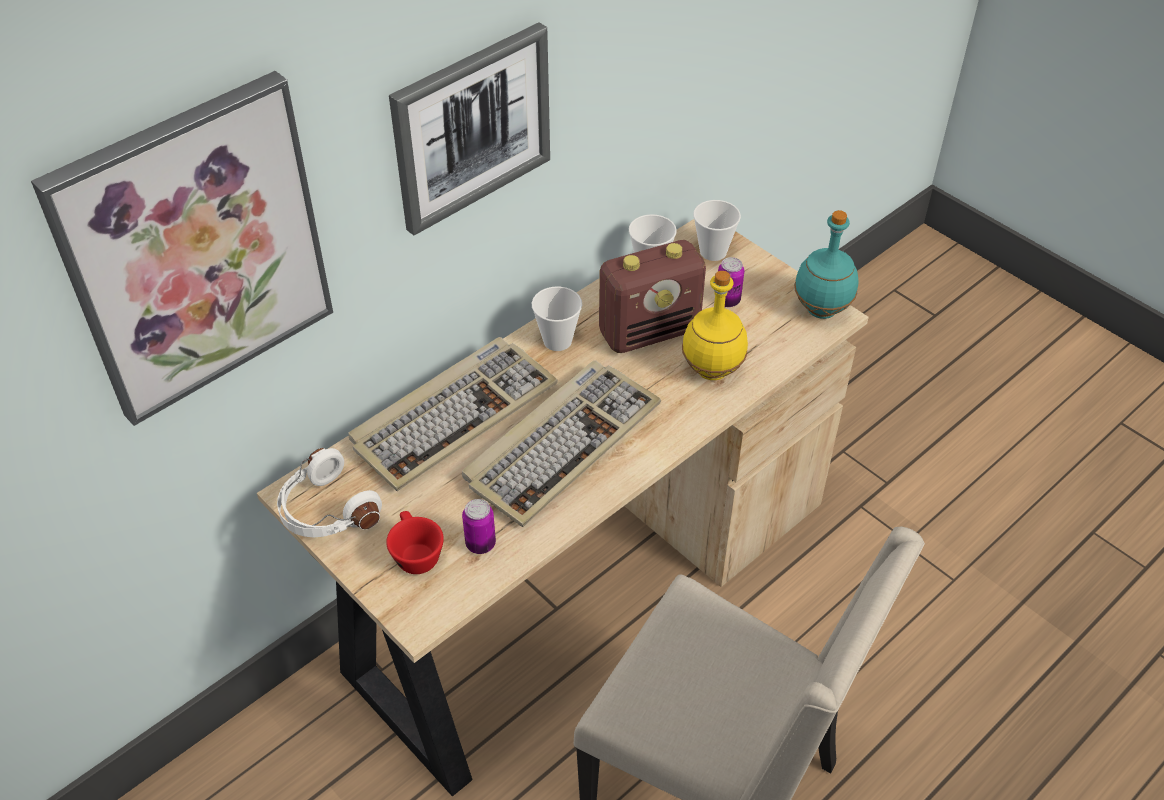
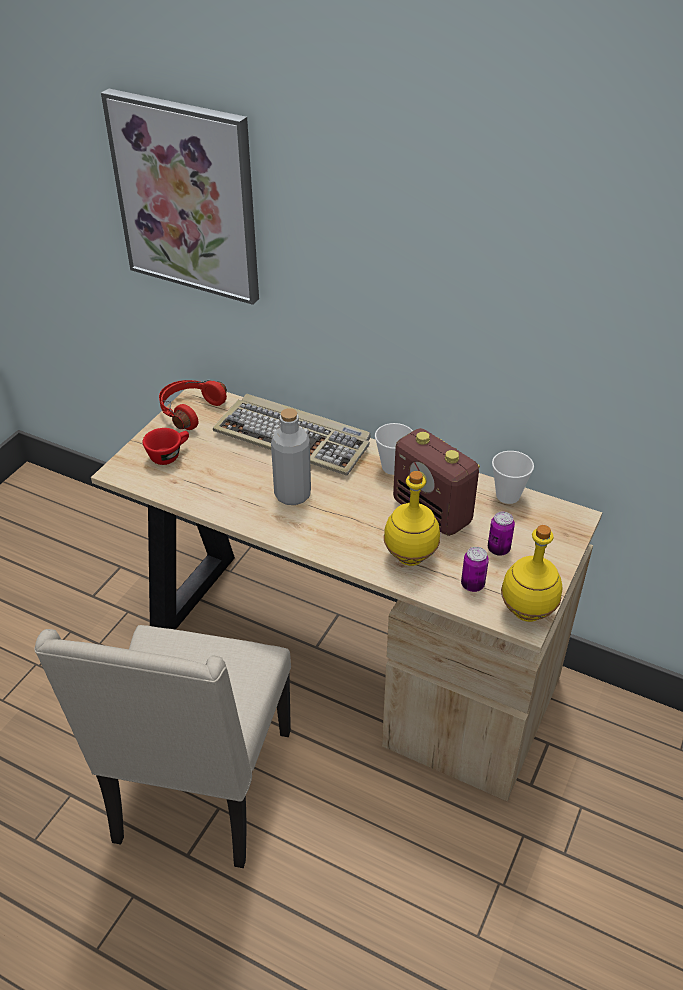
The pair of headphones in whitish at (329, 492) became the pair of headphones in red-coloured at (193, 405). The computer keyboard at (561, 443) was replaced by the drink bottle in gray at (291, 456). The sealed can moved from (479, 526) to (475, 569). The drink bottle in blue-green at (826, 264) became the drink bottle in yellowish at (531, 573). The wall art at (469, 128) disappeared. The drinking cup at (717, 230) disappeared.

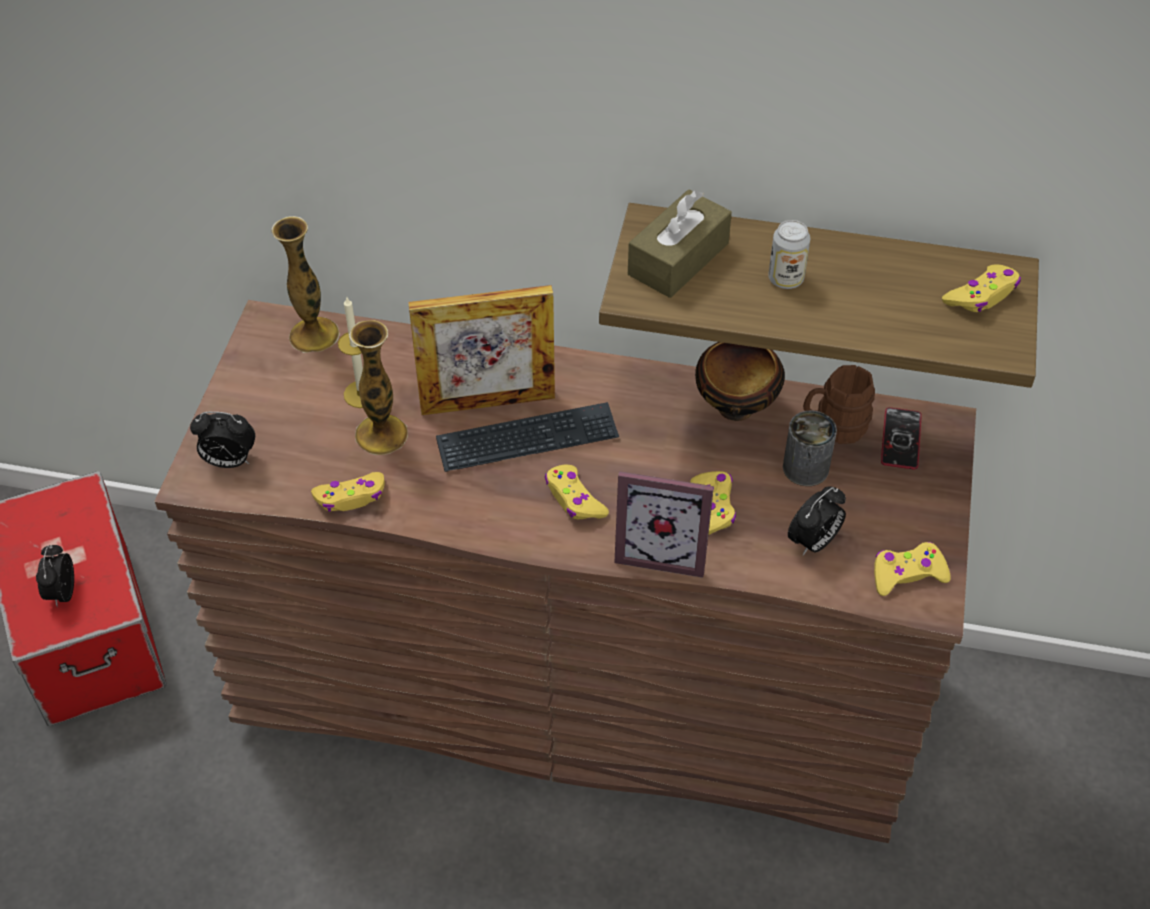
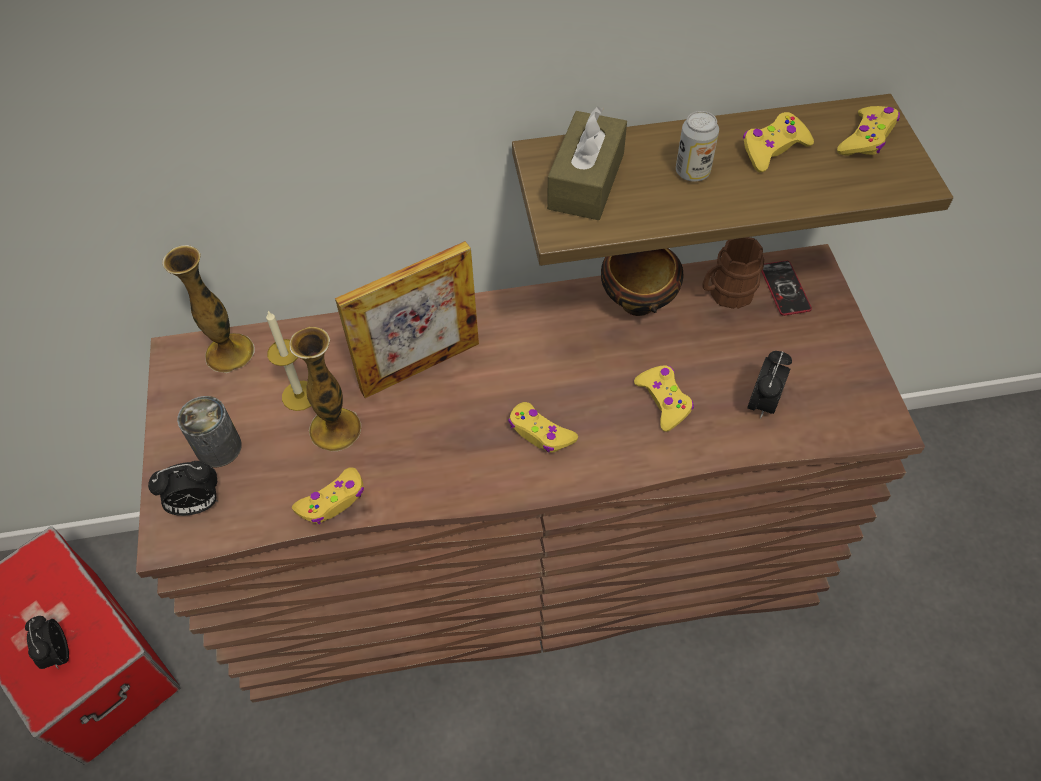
The sealed can moved from (810, 448) to (209, 432). The game controller in yellowish moved from (912, 569) to (778, 142). The computer keyboard at (527, 437) disappeared. The photo frame at (664, 524) disappeared.

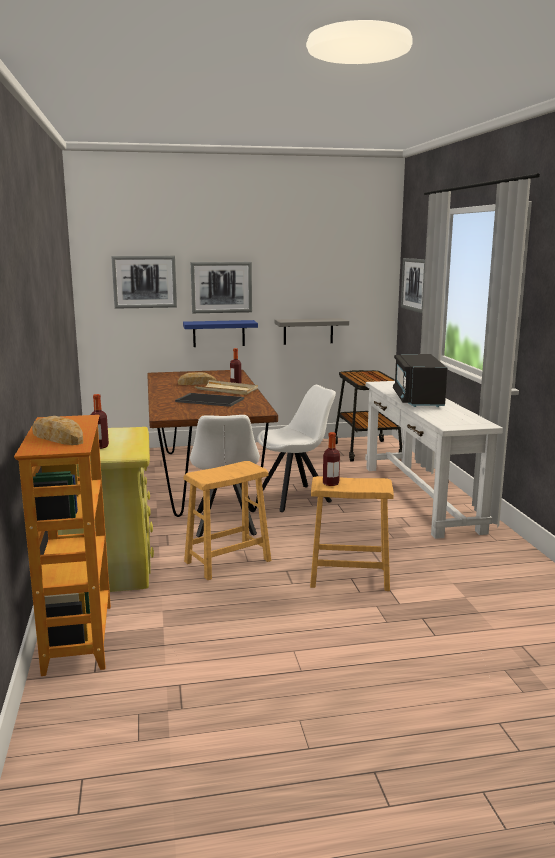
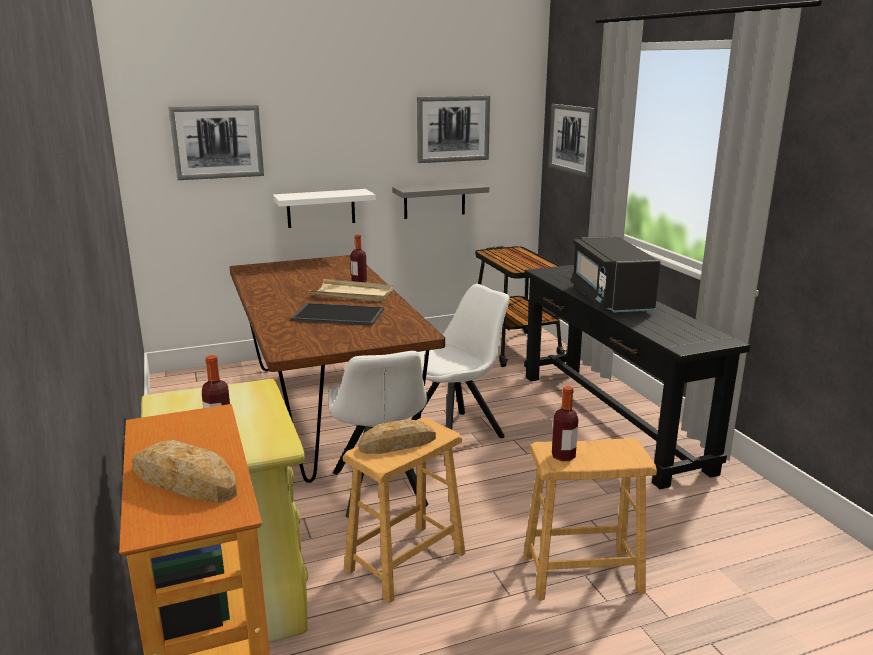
The shelf in bluish at (220, 333) became the shelf in whitish at (324, 208). The baked bread moved from (197, 378) to (397, 436). The wall art moved from (221, 287) to (453, 129). The console table in whitish at (434, 460) became the console table in black at (637, 377).

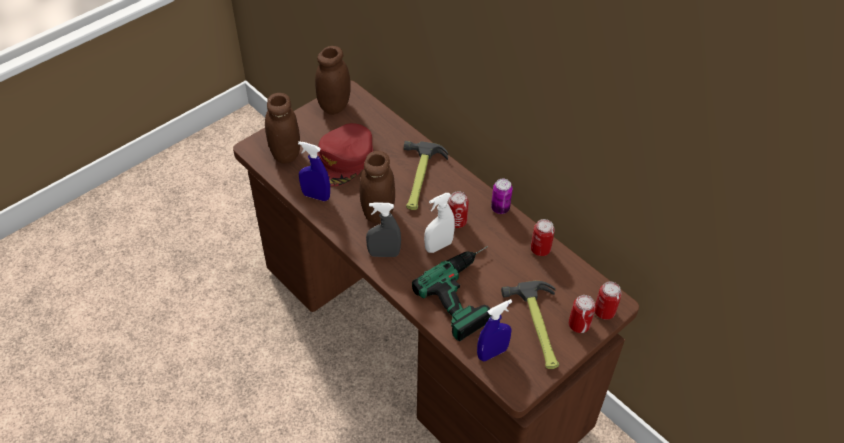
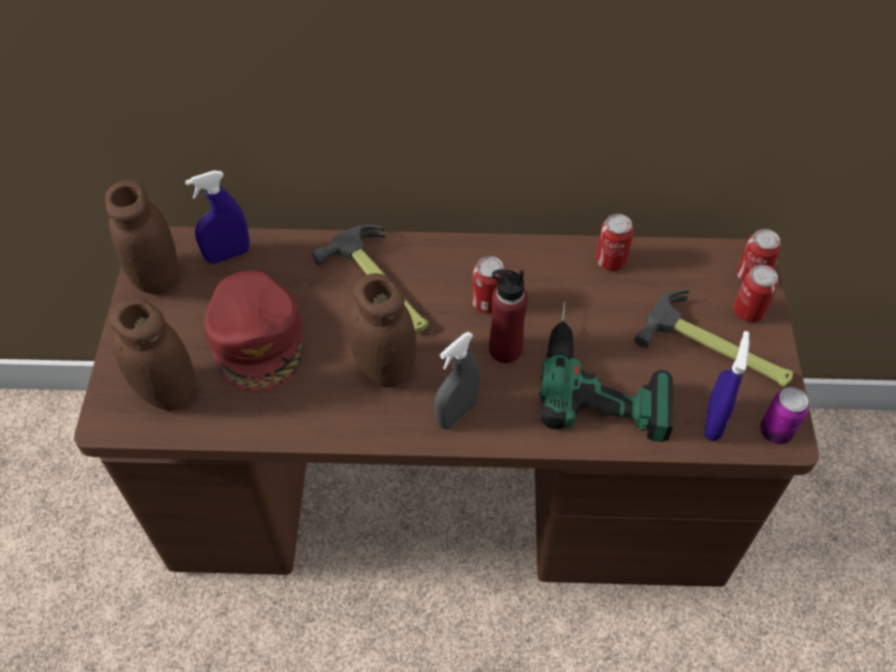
The sprayer in bluish moved from (314, 171) to (217, 217). The sprayer in whitish at (439, 223) was replaced by the drink bottle in red-coloured at (508, 316). The sealed can moved from (502, 196) to (784, 415).

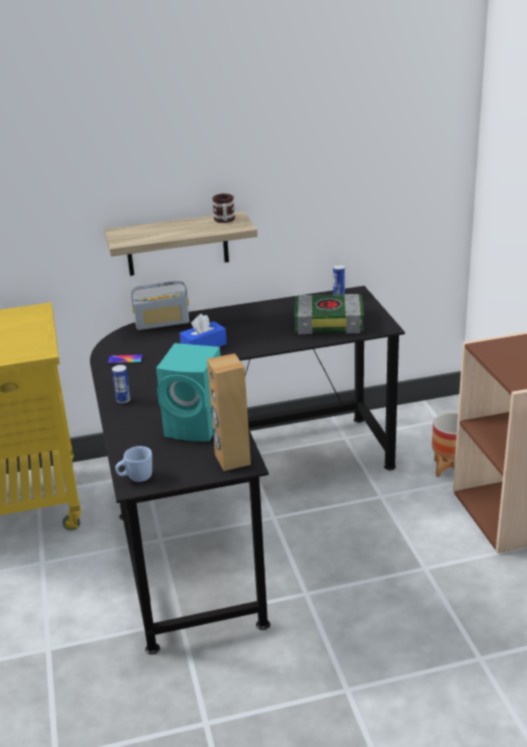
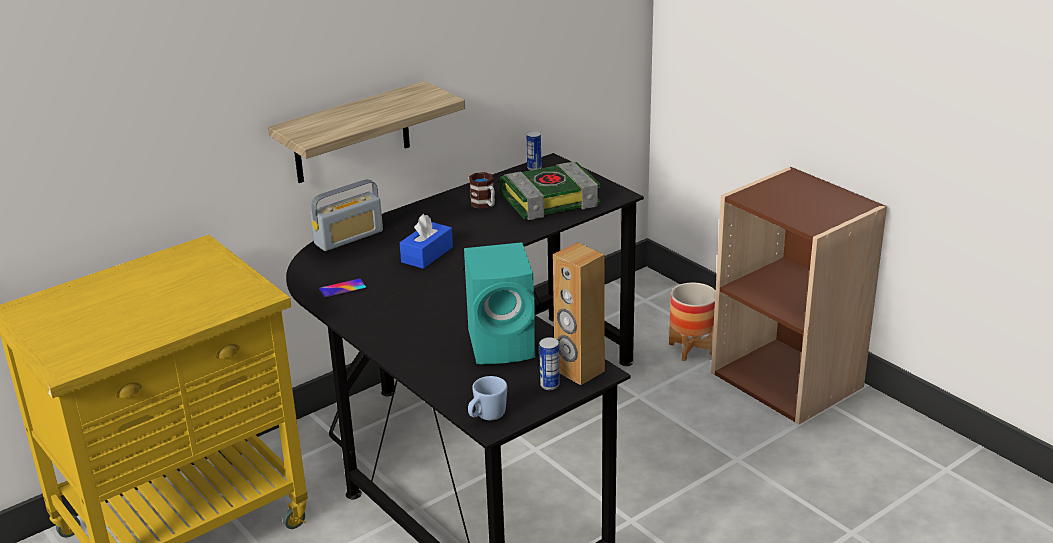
The mug moved from (223, 208) to (482, 190). The sealed can moved from (121, 384) to (549, 363).

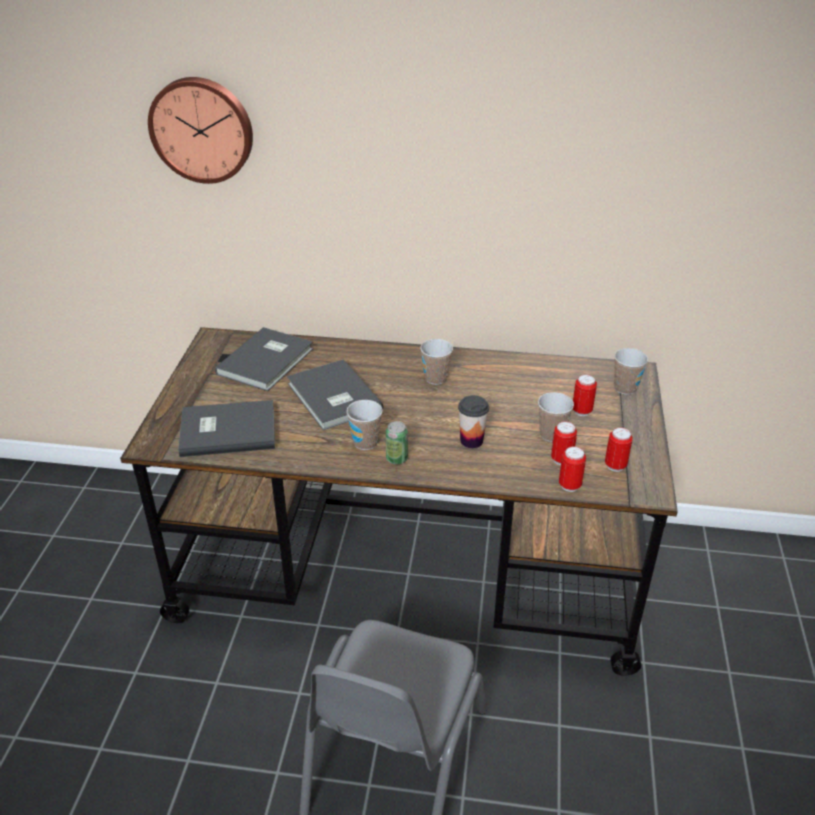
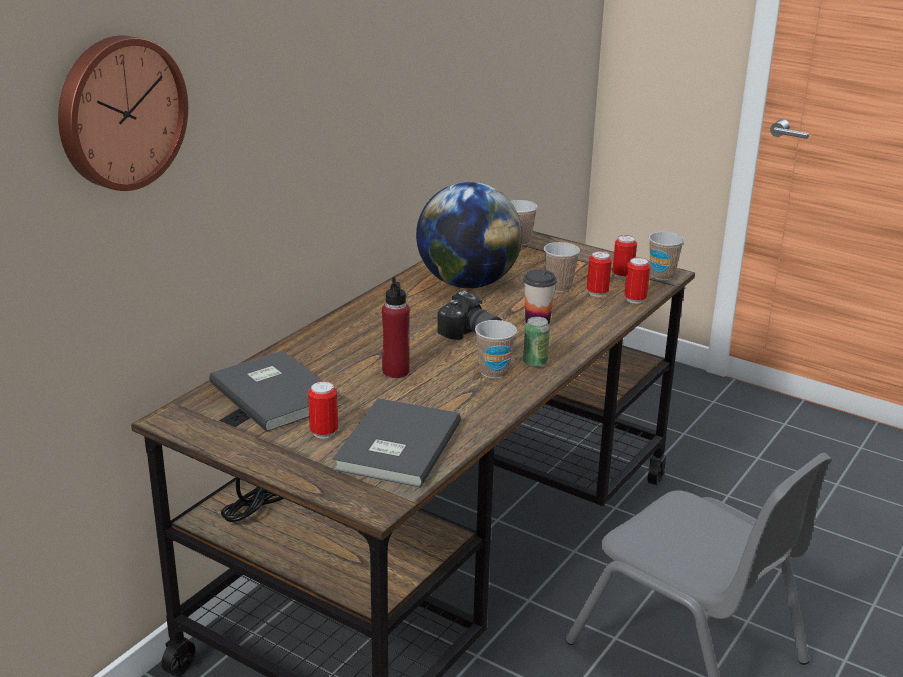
The sealed can moved from (584, 395) to (323, 410). The bound book in gray at (335, 394) was replaced by the drink bottle in red-coloured at (396, 327). The desk globe at (469, 235) appeared. The still camera at (470, 315) appeared. The drinking cup moved from (436, 362) to (666, 256).

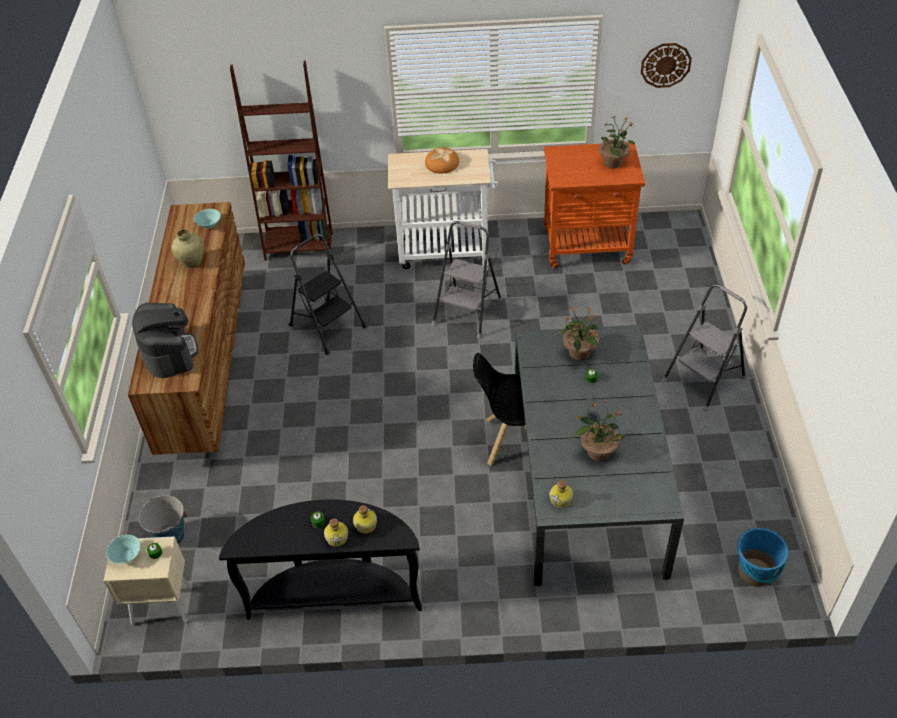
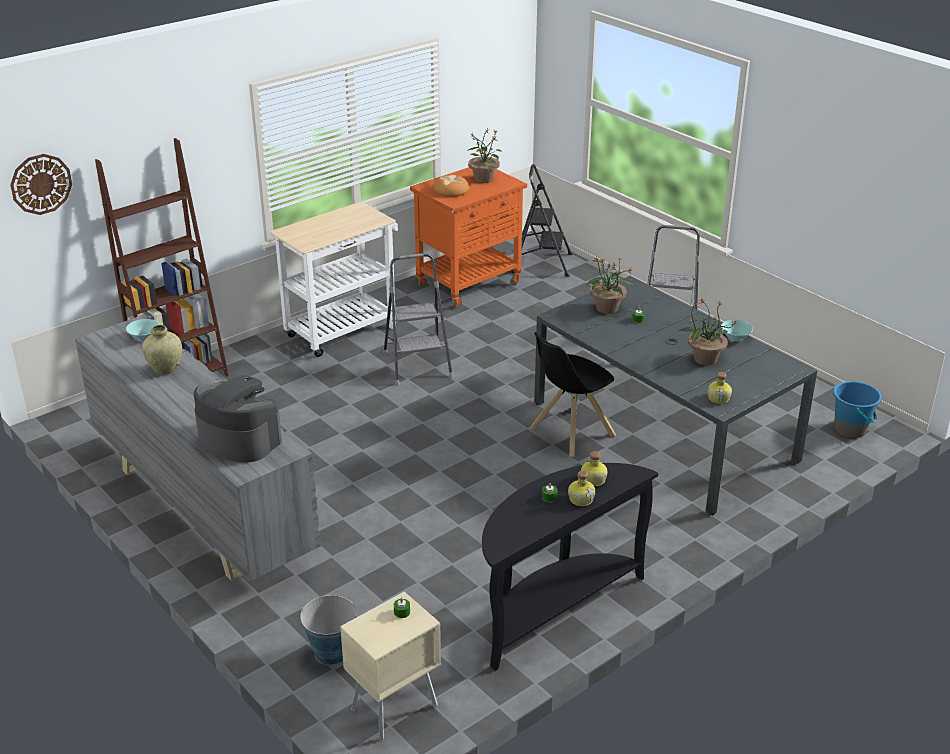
The wall clock moved from (666, 65) to (41, 184). The storage cabinet in brownish at (186, 328) became the storage cabinet in gray at (198, 448). The baked bread moved from (442, 160) to (451, 186). The step stool in black moved from (328, 294) to (541, 220). The serving bowl in blue-green moved from (124, 549) to (737, 330).

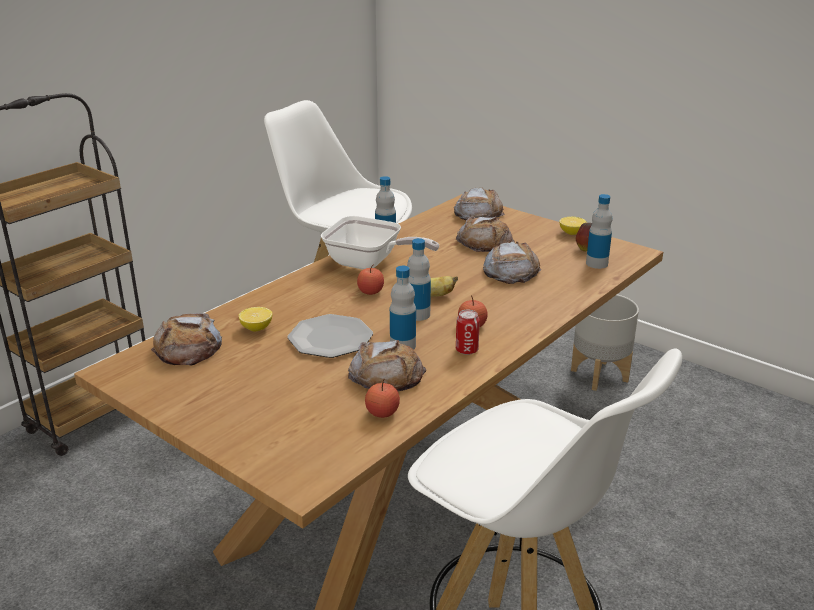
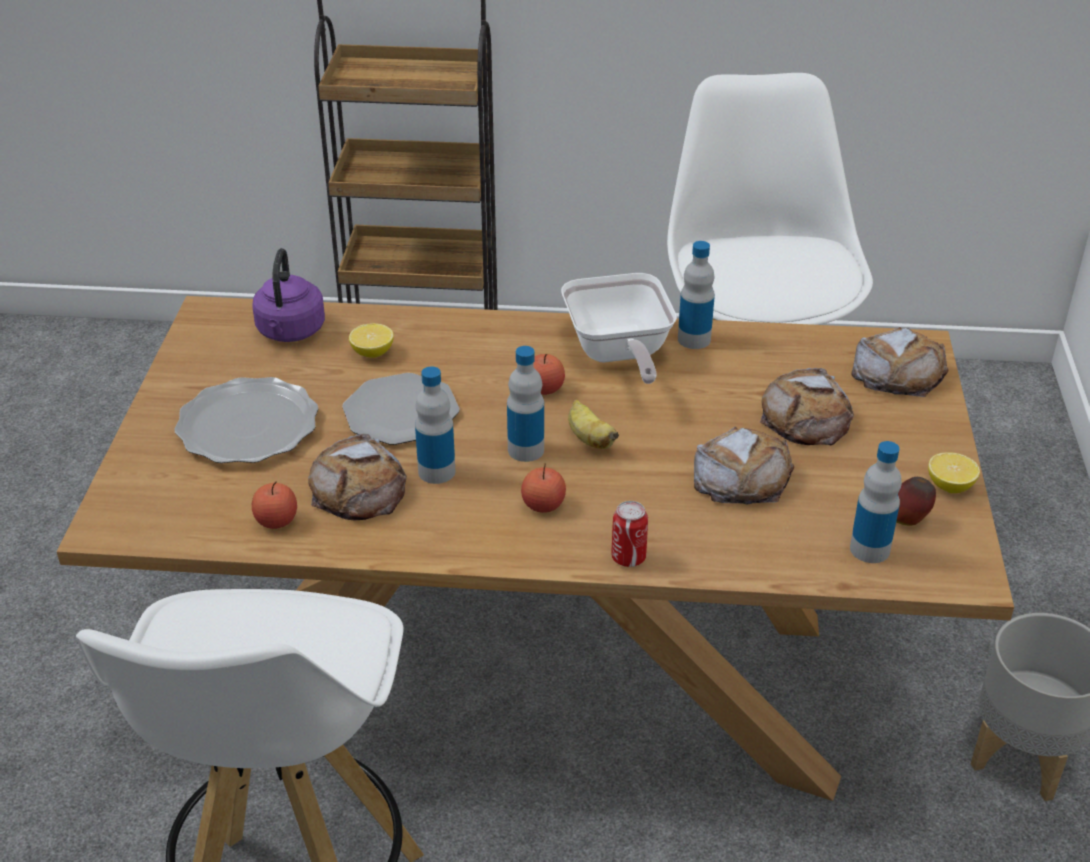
The dinner plate at (246, 420) appeared. The baked bread at (186, 339) was replaced by the tea kettle in purple at (289, 295). The sealed can moved from (468, 332) to (629, 534).

